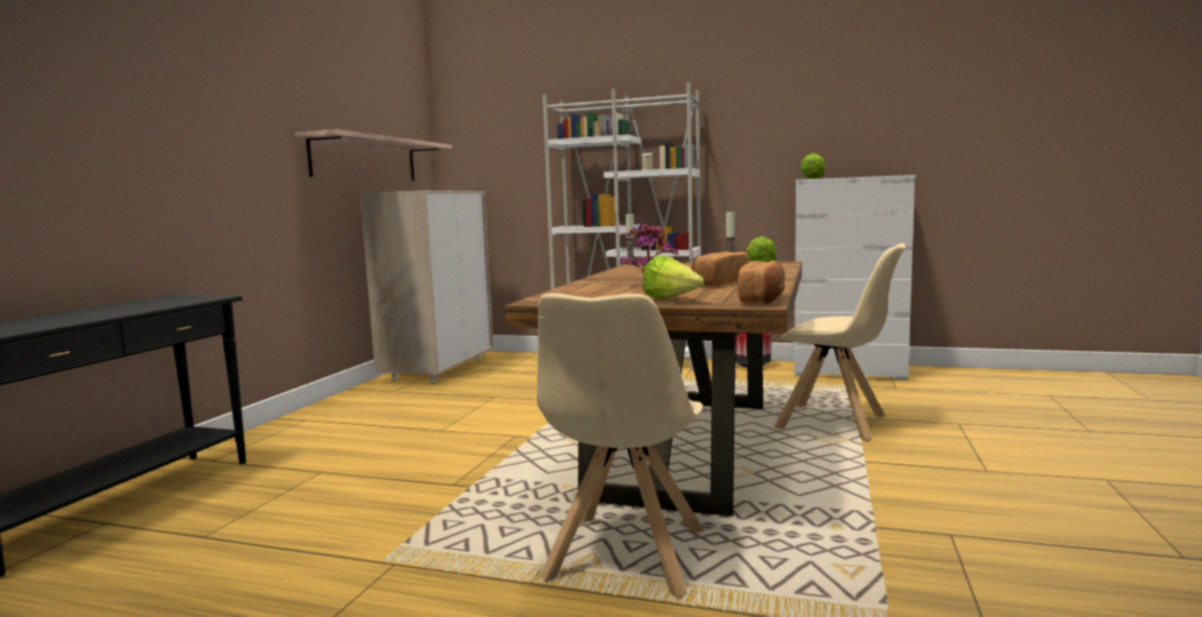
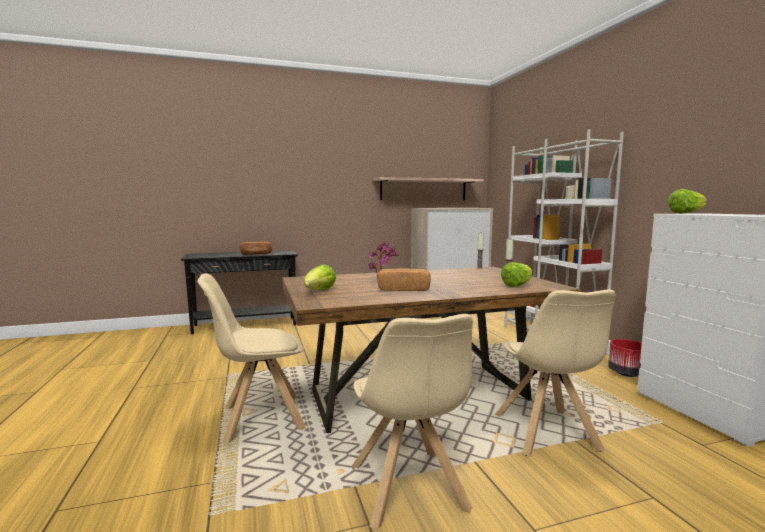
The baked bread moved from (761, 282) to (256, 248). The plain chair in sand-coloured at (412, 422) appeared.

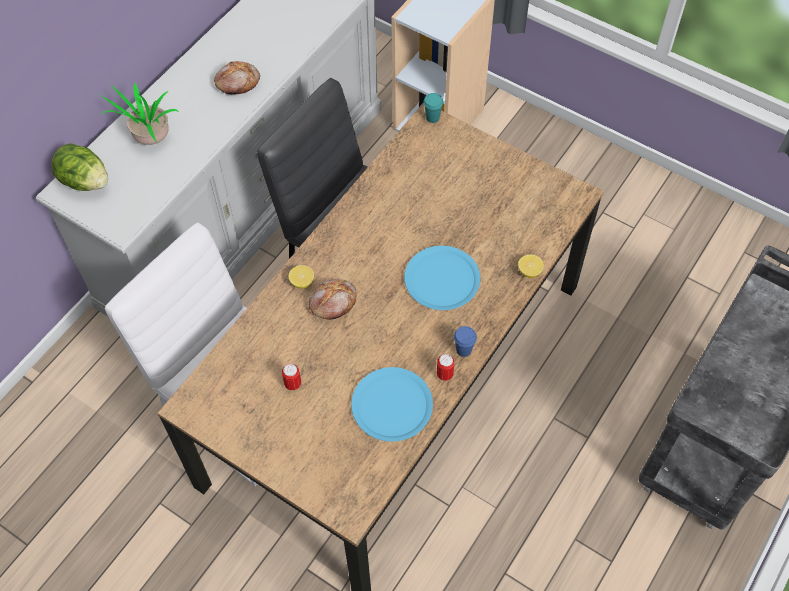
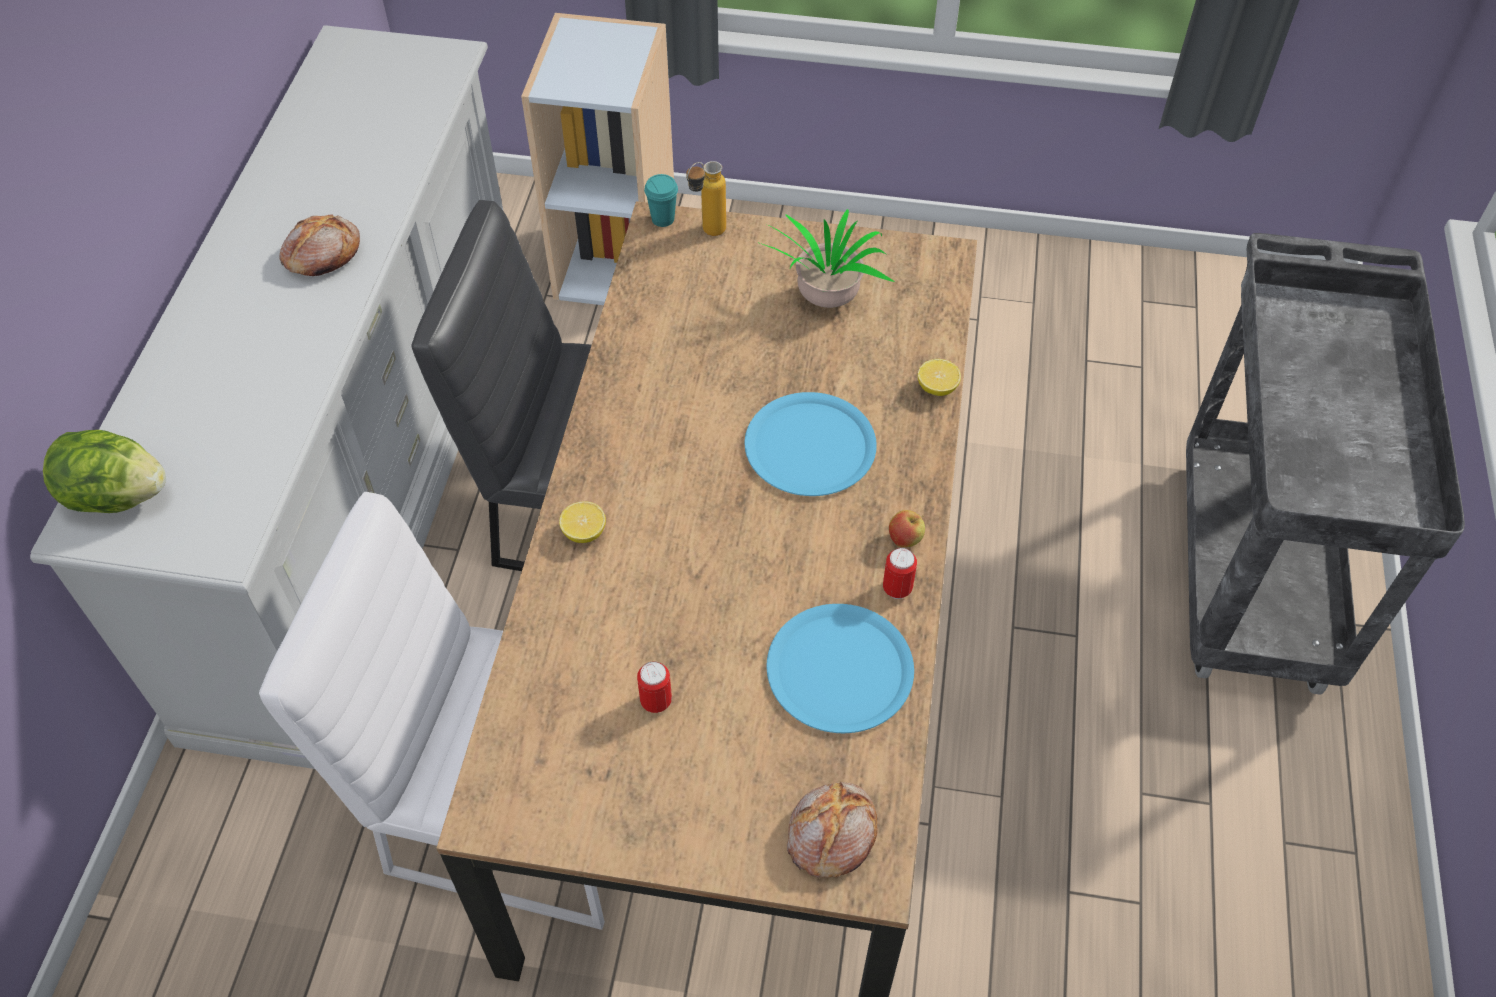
The drink bottle at (706, 198) appeared. The plant in a pot moved from (139, 114) to (827, 258). The baked bread moved from (332, 299) to (832, 830). The drinking cup in bluish at (465, 341) was replaced by the apple at (907, 528).

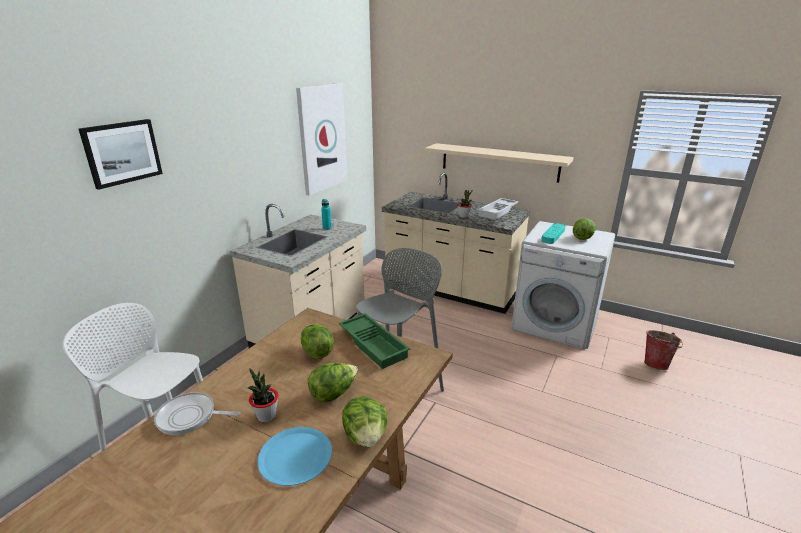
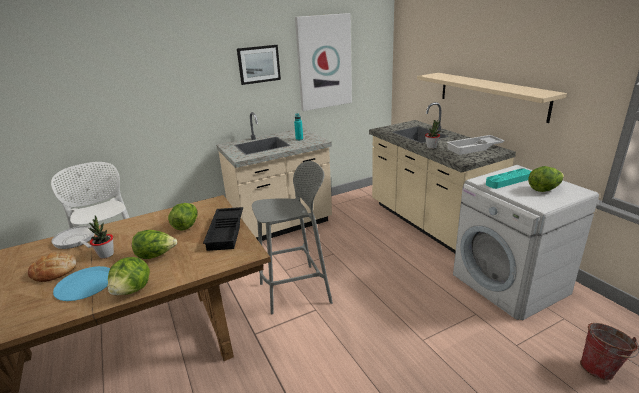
The baked bread at (52, 267) appeared. The serving tray in greenish at (374, 341) became the serving tray in black at (223, 229). The wall art moved from (121, 154) to (259, 65).

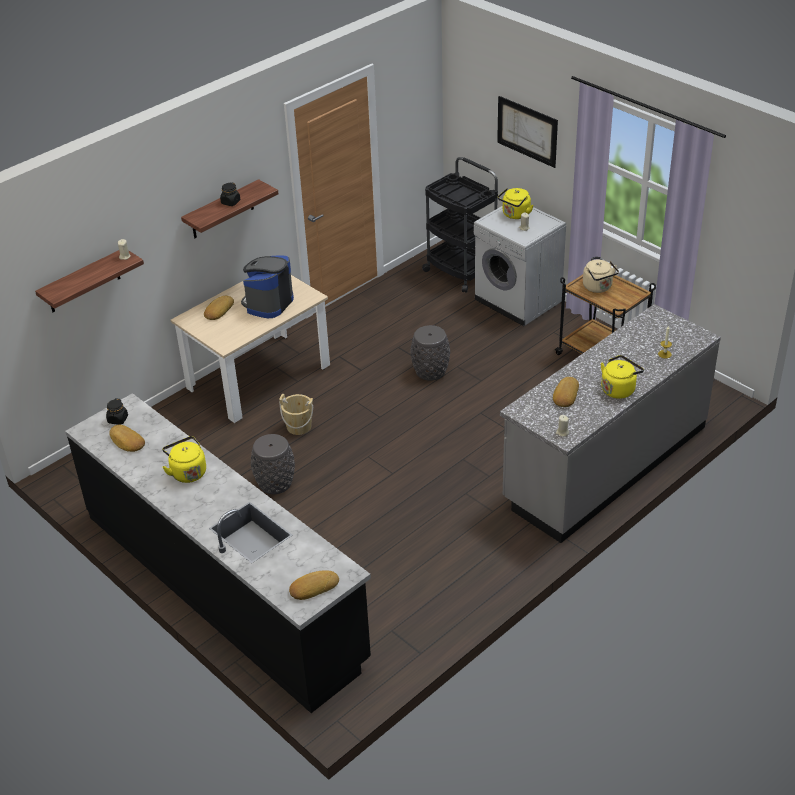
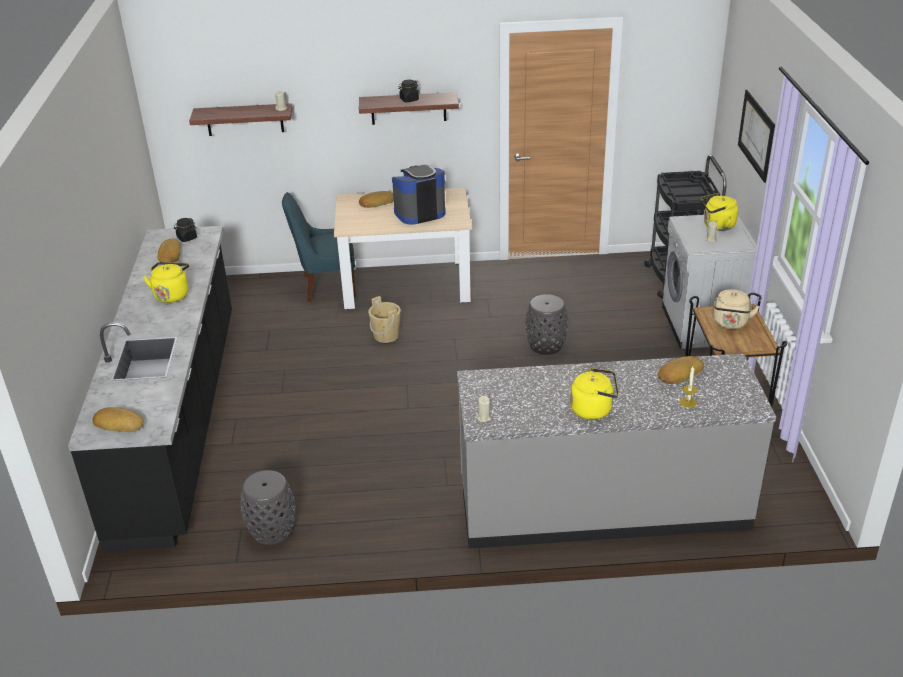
The sitting stool in gray moved from (273, 464) to (267, 507). The plain chair in bluish at (318, 247) appeared. The baked bread moved from (566, 392) to (681, 370).

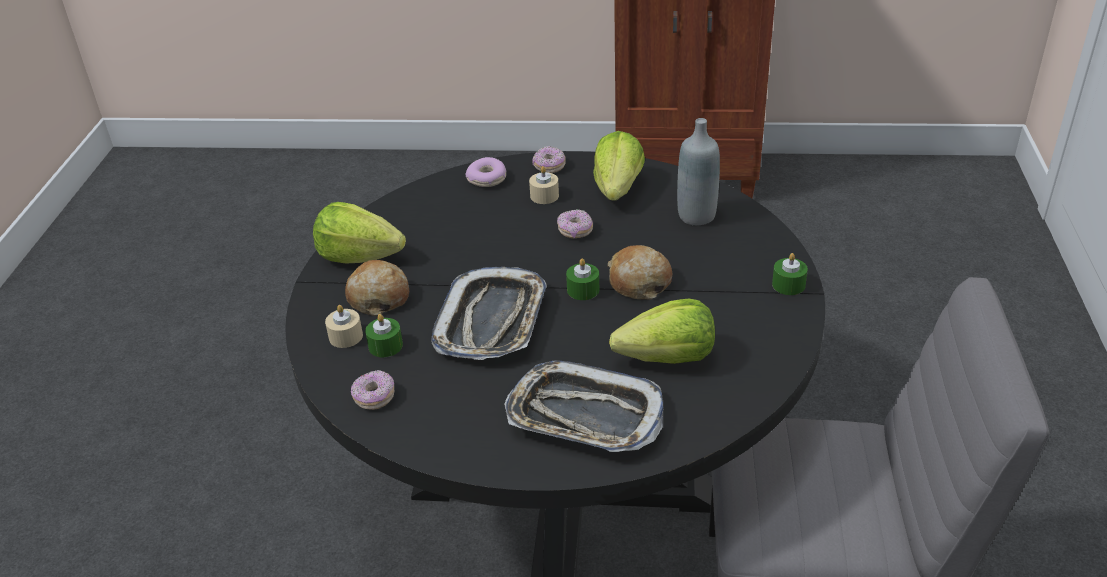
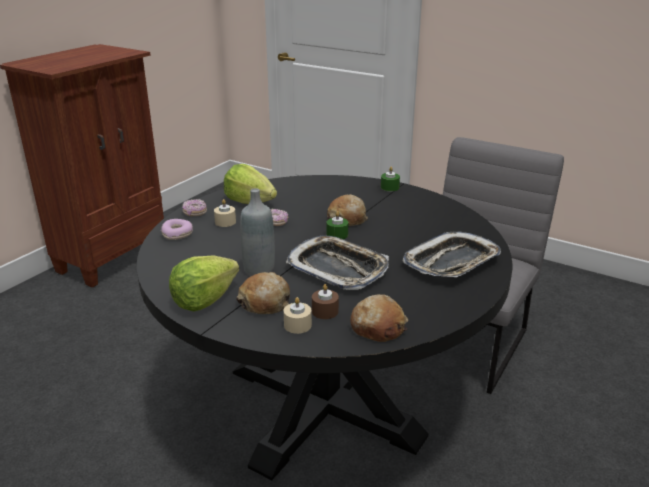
The drink bottle in gray moved from (698, 171) to (257, 232). The wax candle in greenish at (384, 335) became the wax candle in brownish at (325, 301). The ring doughnut at (373, 390) was replaced by the baked bread at (379, 318). The lettuce head at (662, 331) disappeared.

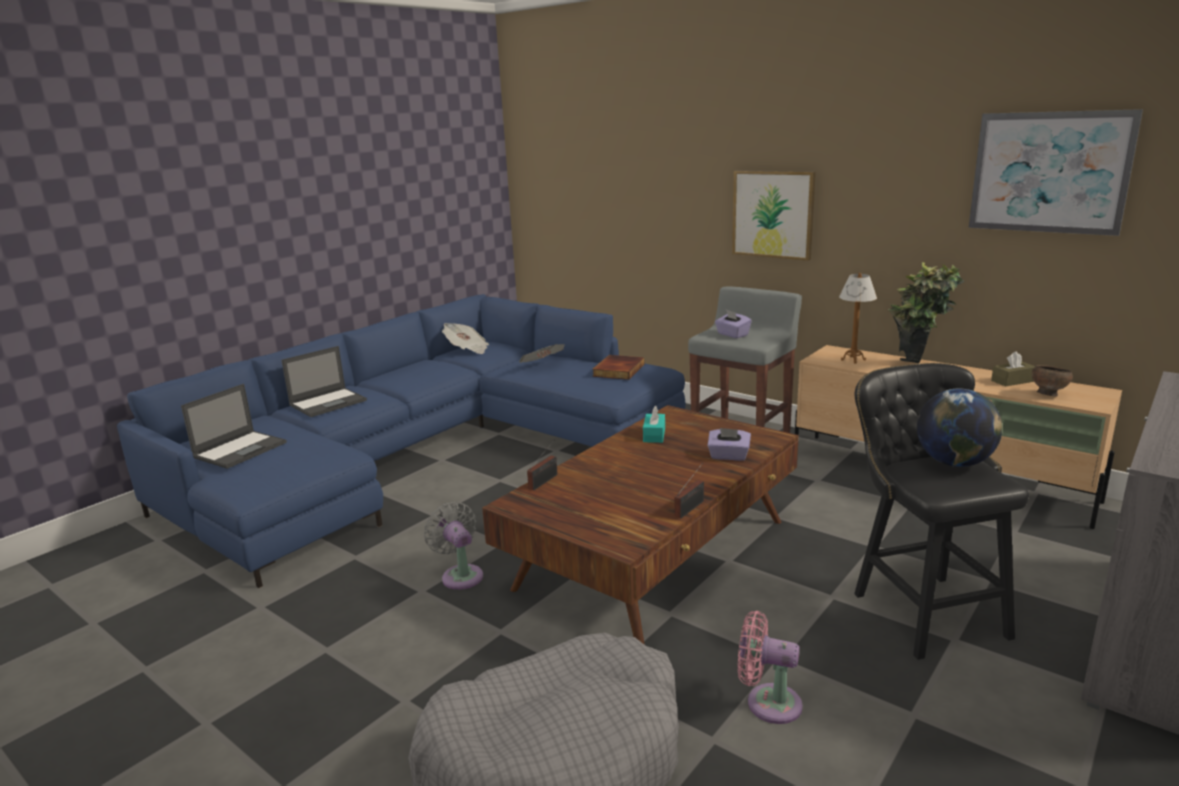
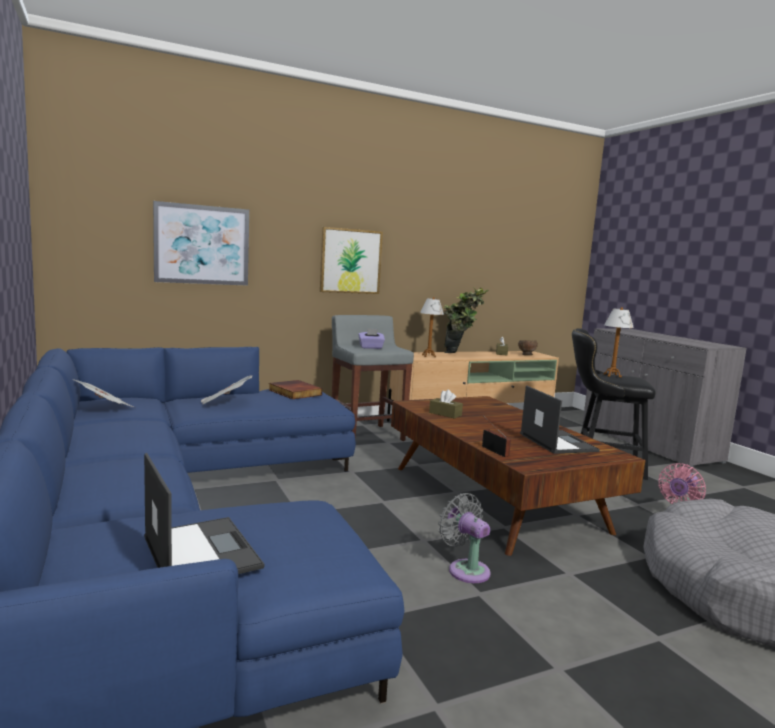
The wall art moved from (1056, 172) to (201, 243). The tissue holder in blue-green at (654, 424) became the tissue holder in brownish at (446, 404). The electric fan in gray at (453, 546) turned 60 degrees clockwise. The portable computer moved from (324, 381) to (560, 419). The desk globe at (960, 428) was replaced by the lamp for a table at (618, 342). The radio at (689, 490) disappeared. The tissue holder in purple at (729, 444) disappeared.

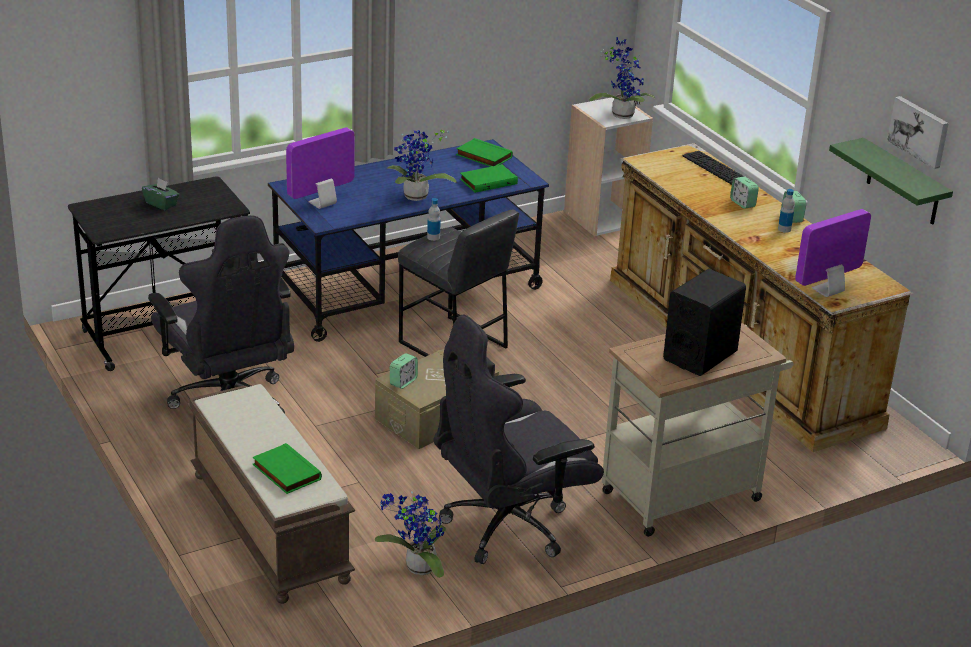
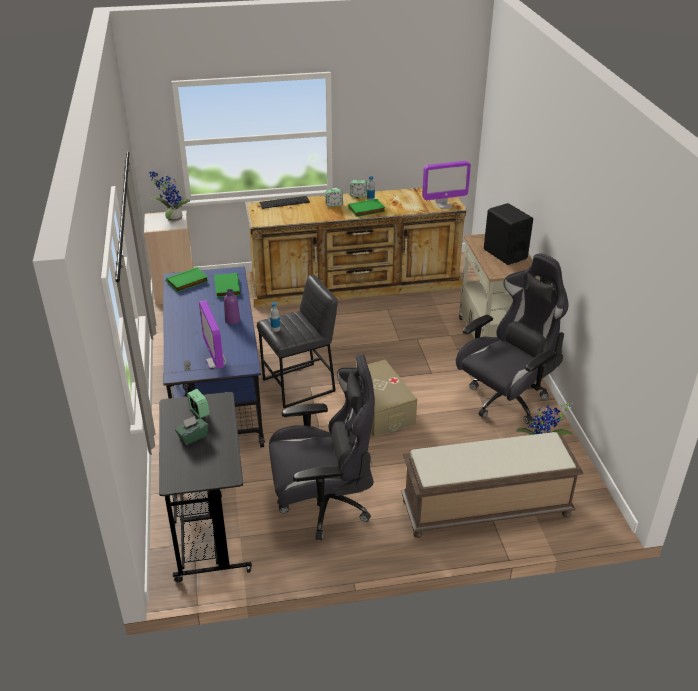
The alarm clock moved from (404, 371) to (198, 403). The plant in a pot at (422, 165) was replaced by the drink bottle in purple at (232, 306). The bound book in greenish moved from (287, 468) to (367, 208). The monitor at (833, 253) turned 90 degrees counterclockwise. The desk chair in black at (519, 439) turned 120 degrees counterclockwise. The shelf in greenish at (891, 181) disappeared. The wall art at (918, 132) disappeared.

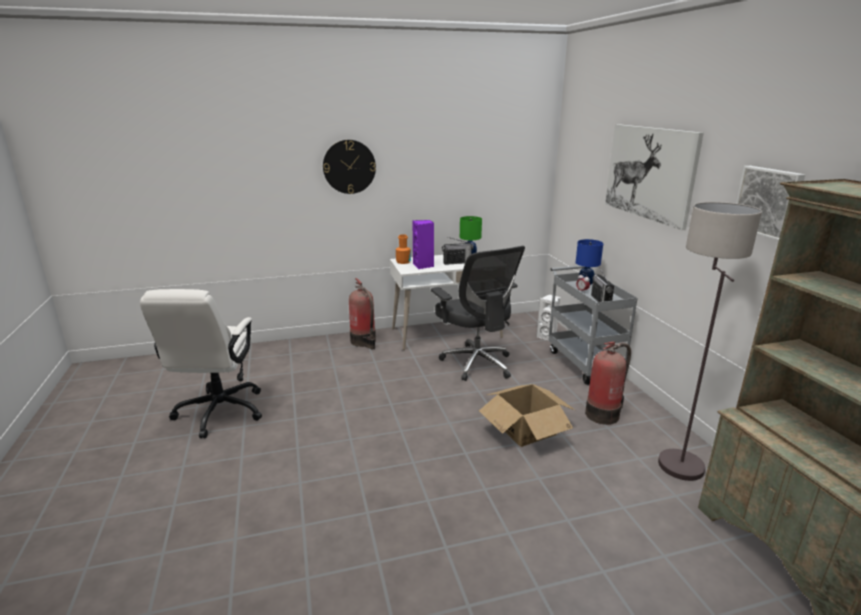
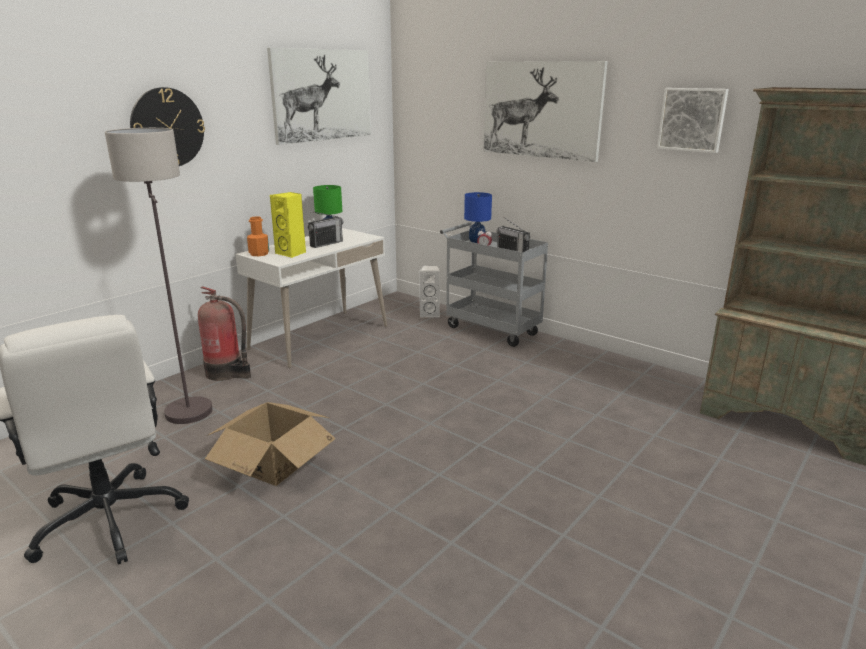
The floor lamp in gray moved from (710, 341) to (159, 276). The carton moved from (527, 415) to (270, 444). The wall art at (319, 96) appeared. The loudspeaker in purple at (423, 244) became the loudspeaker in yellowish at (288, 225). The desk chair at (478, 313) disappeared. The extinguisher at (608, 383) disappeared.

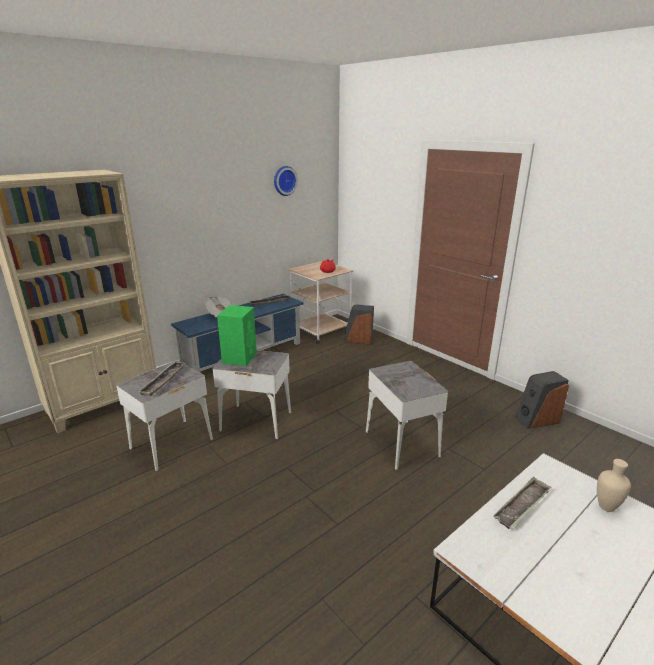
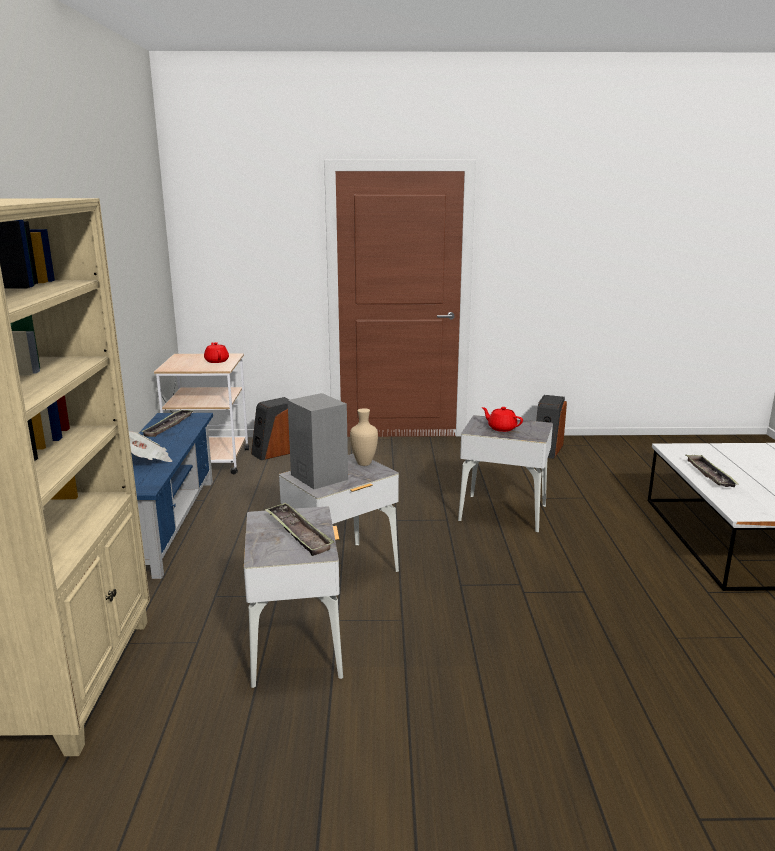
The loudspeaker in greenish at (237, 335) became the loudspeaker in gray at (317, 441). The decorative vase in sand-coloured moved from (614, 485) to (364, 437). The pot for tea in red-coloured at (502, 419) appeared. The wall clock at (286, 181) disappeared.

